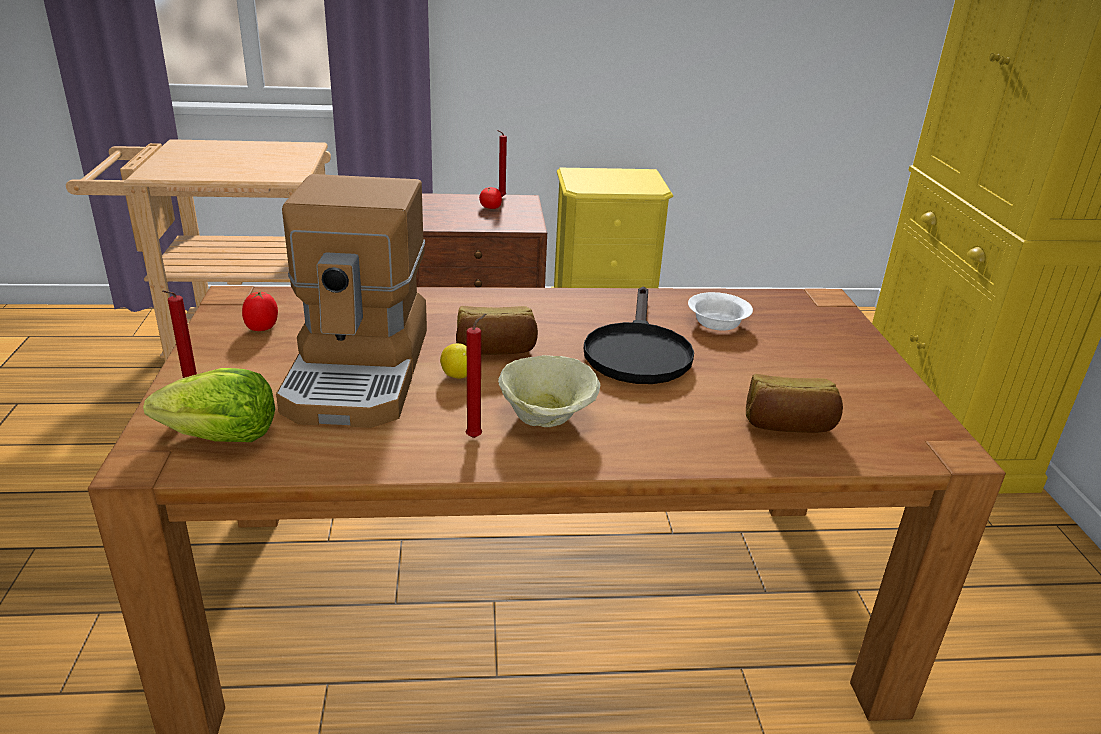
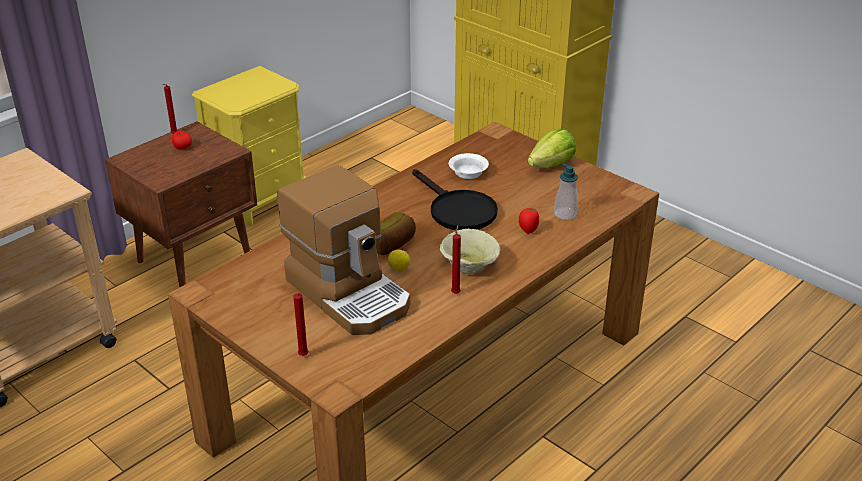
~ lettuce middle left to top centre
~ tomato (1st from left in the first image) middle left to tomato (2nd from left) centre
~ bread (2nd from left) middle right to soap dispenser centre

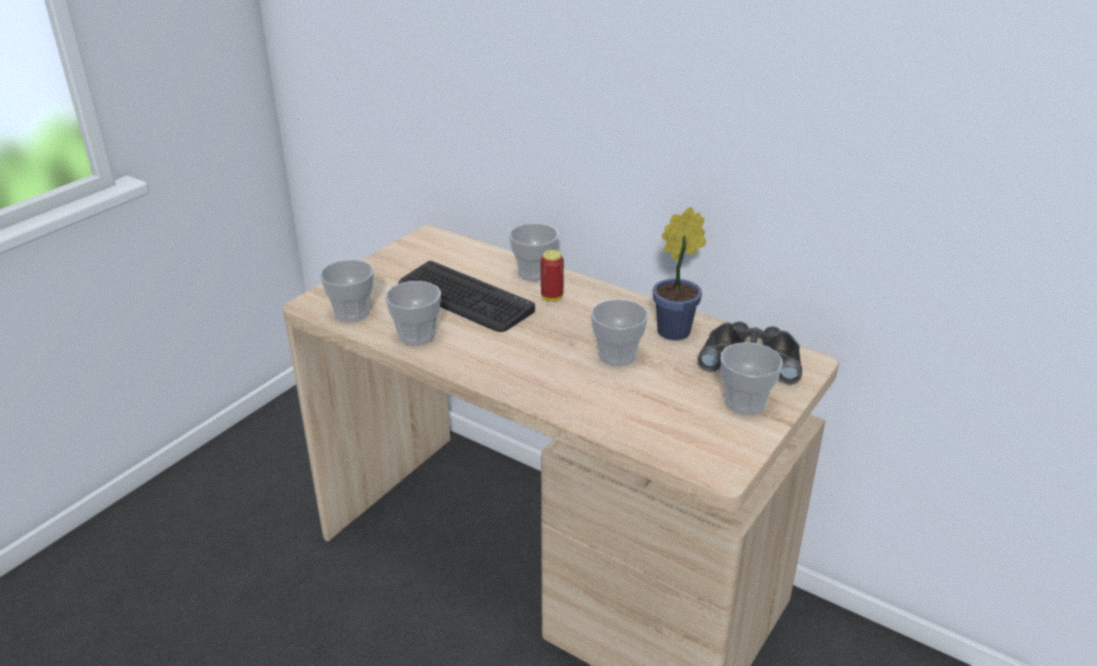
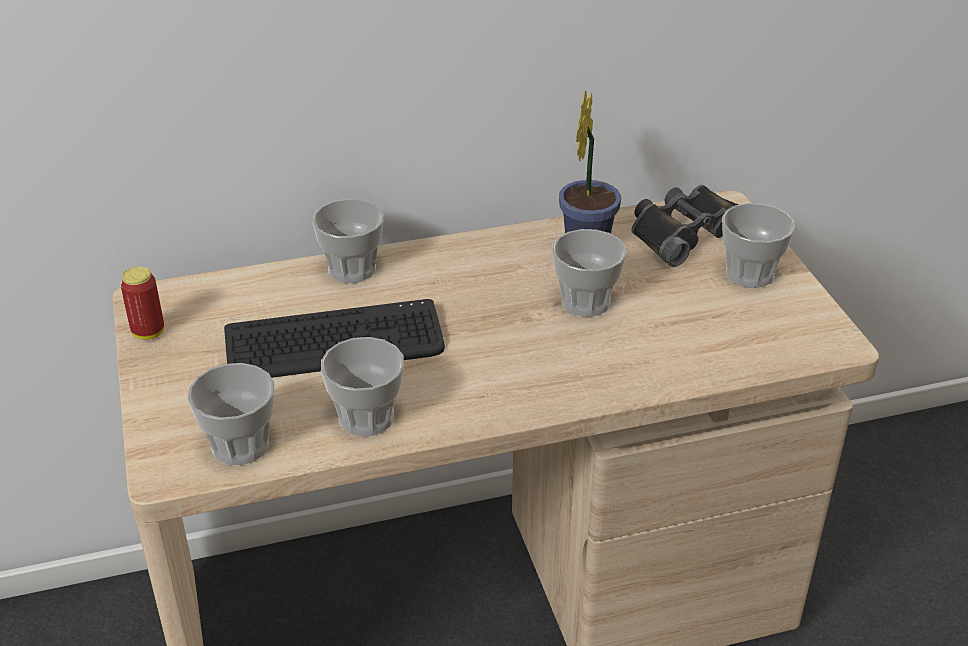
~ can centre to middle left

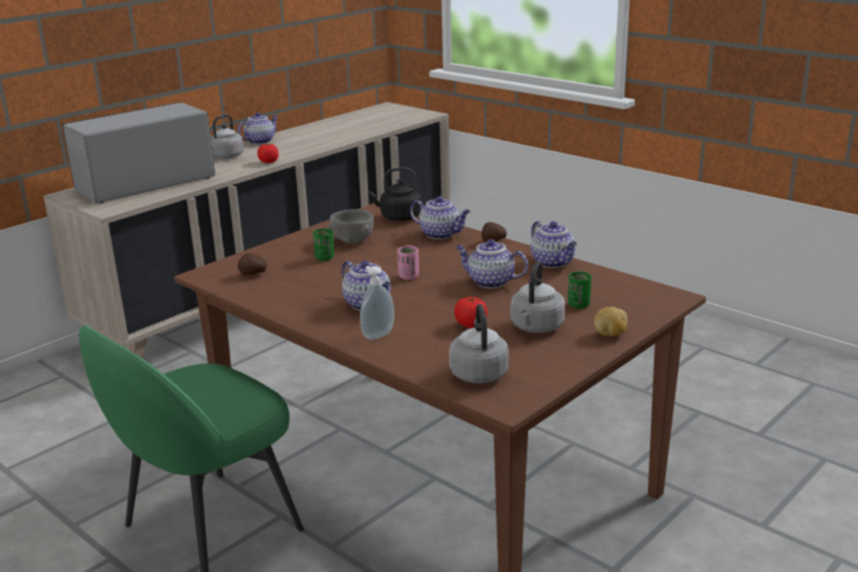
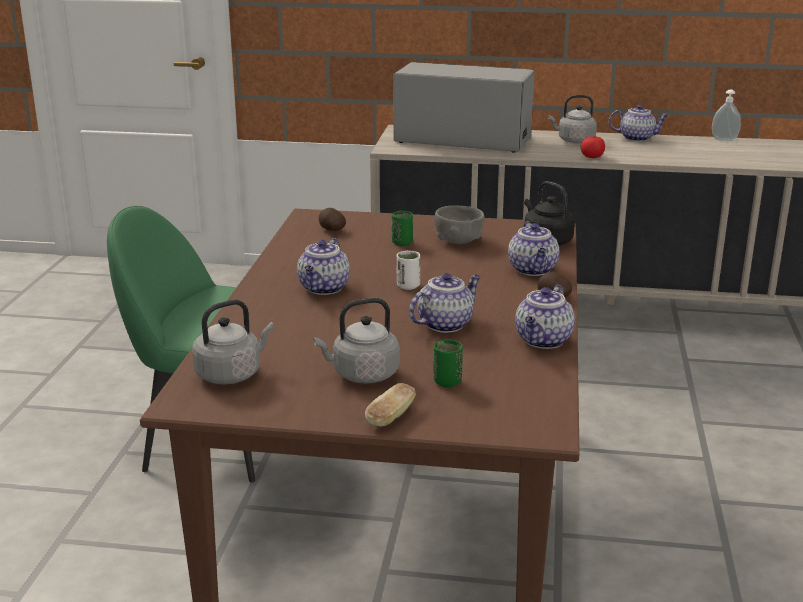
~ soap dispenser centre to top right
~ cup (pink) centre to cup (white) centre
- tomato (2nd from left) centre
~ teapot (4th from left in the first image) centre = centre 60 degrees clockwise
~ potato (3rd from left) middle right to bread bottom centre

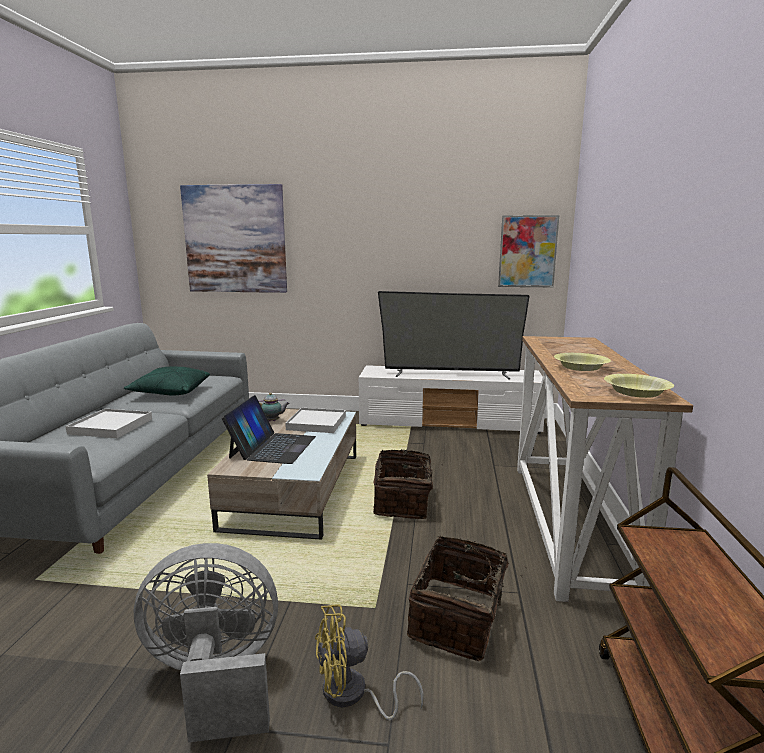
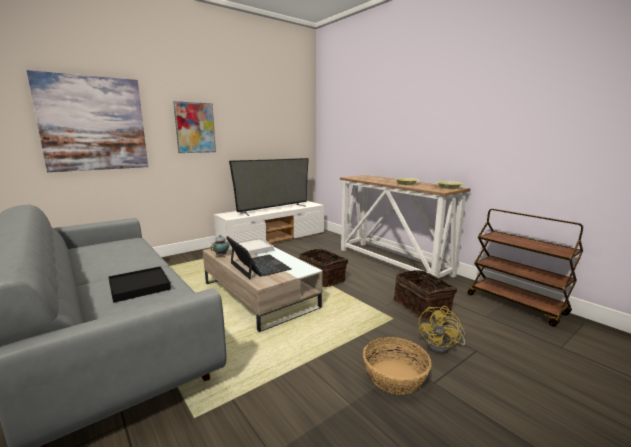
~ tray (white) (1st from left) middle left to tray (black) middle left
- pillow (green) middle left
~ fan (grey) bottom left to basket (2nd from left) bottom centre
~ picture (2nd from left) middle right to top left

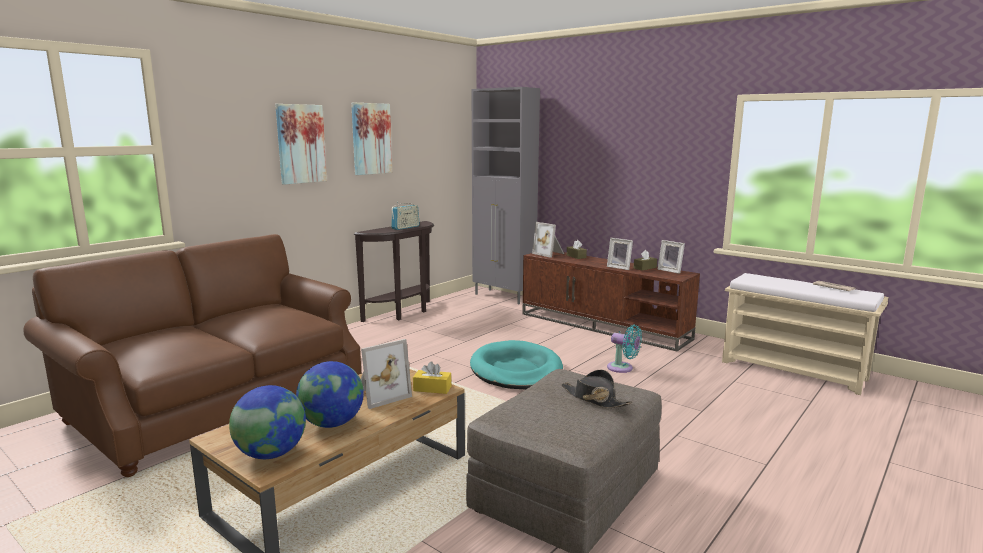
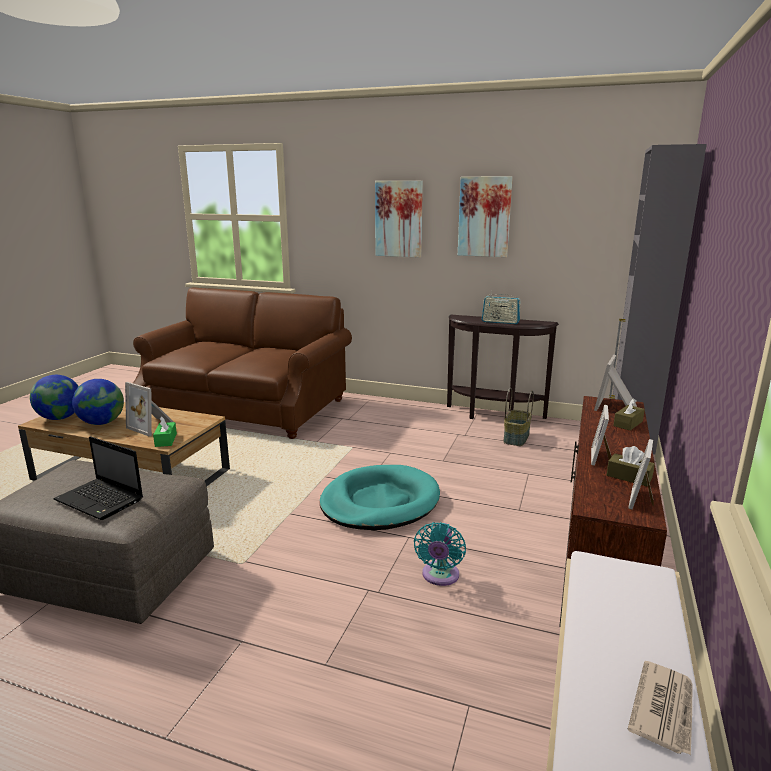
~ tissue box (yellow) bottom centre to tissue box (green) middle left
~ hat (black) bottom centre to laptop middle left
+ basket middle right

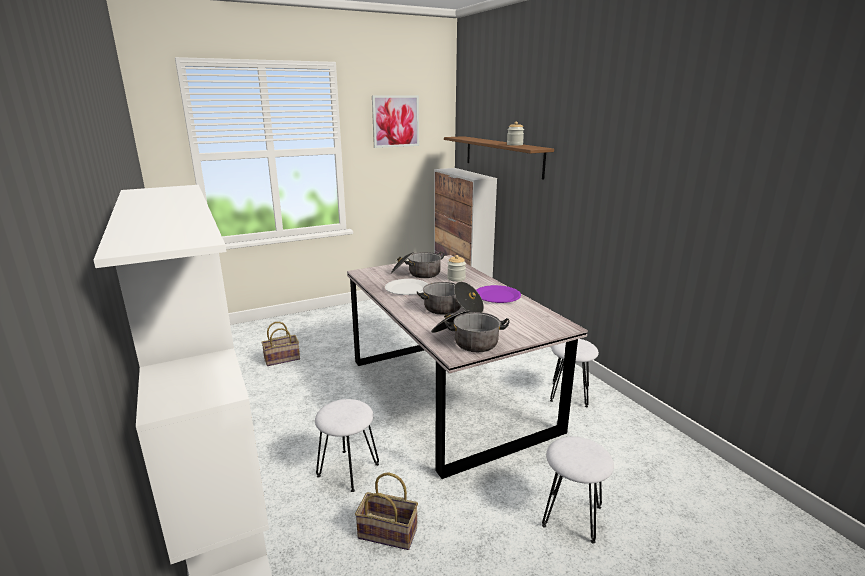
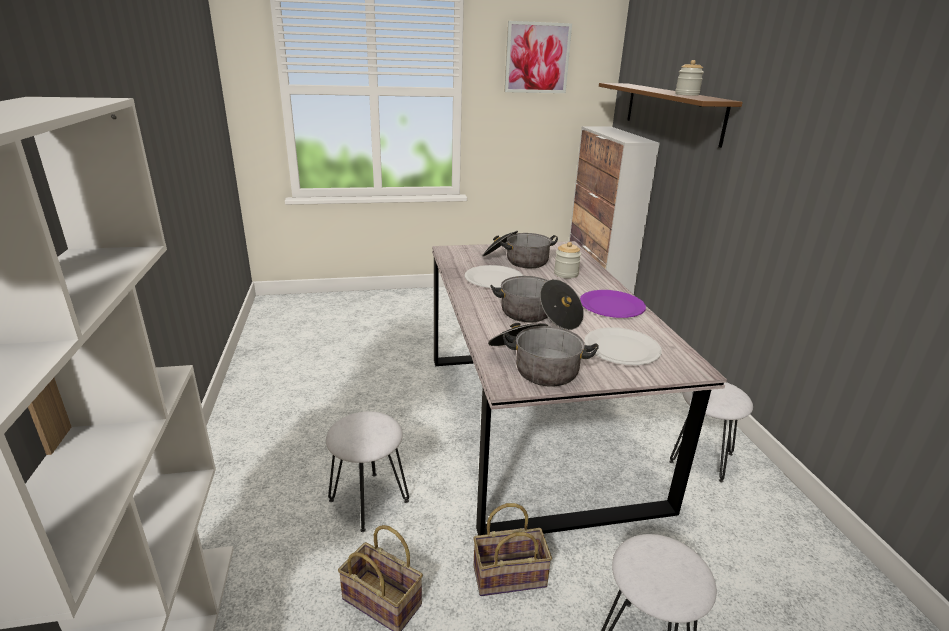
~ basket (1st from left in the first image) middle left to basket (2nd from left) bottom centre
+ plate (white) (2nd from left) centre

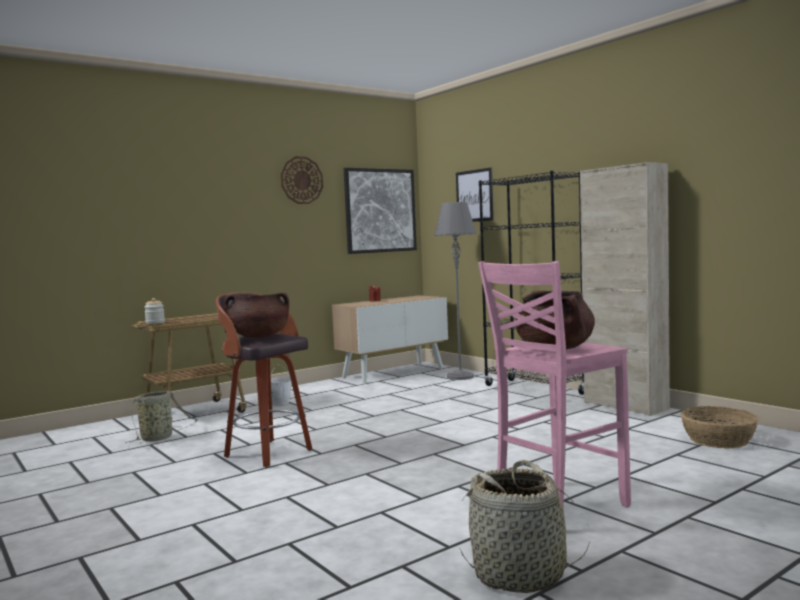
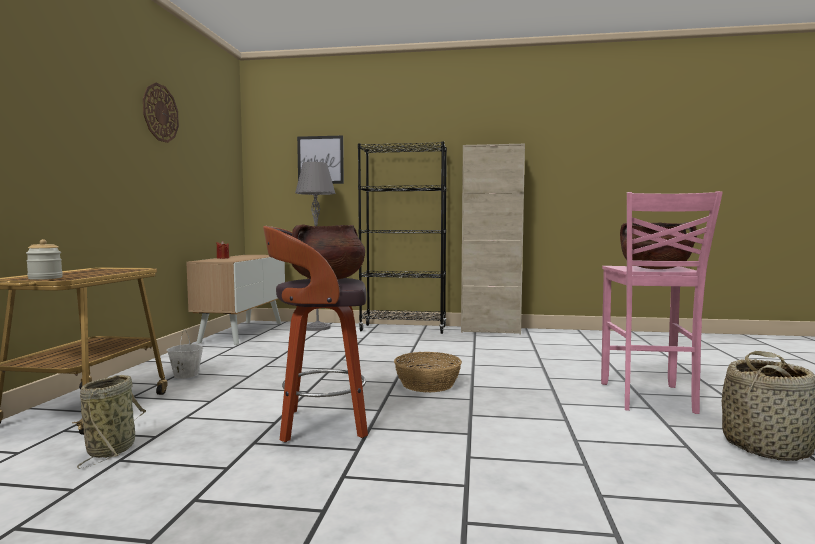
- picture (1st from left) centre
~ basket (3rd from left in the first image) bottom right to basket (2nd from left) bottom centre

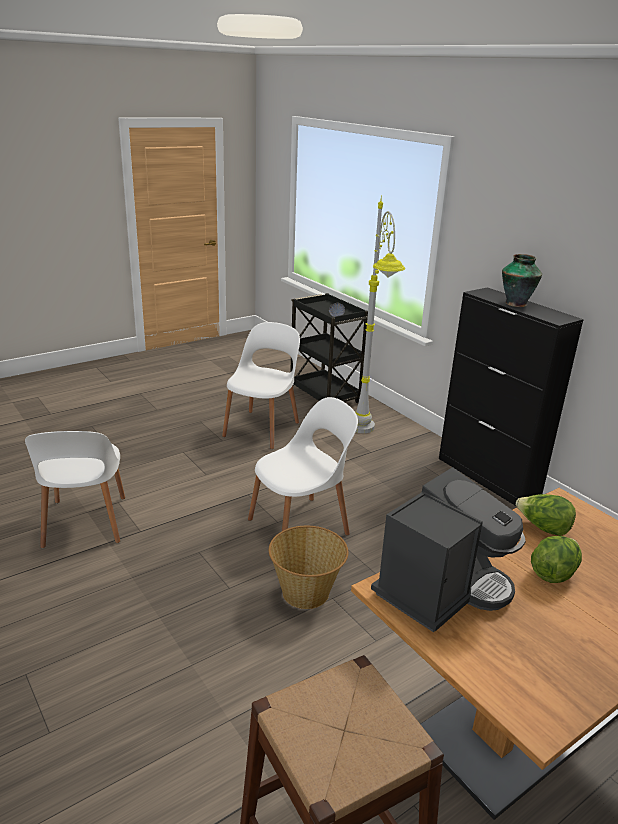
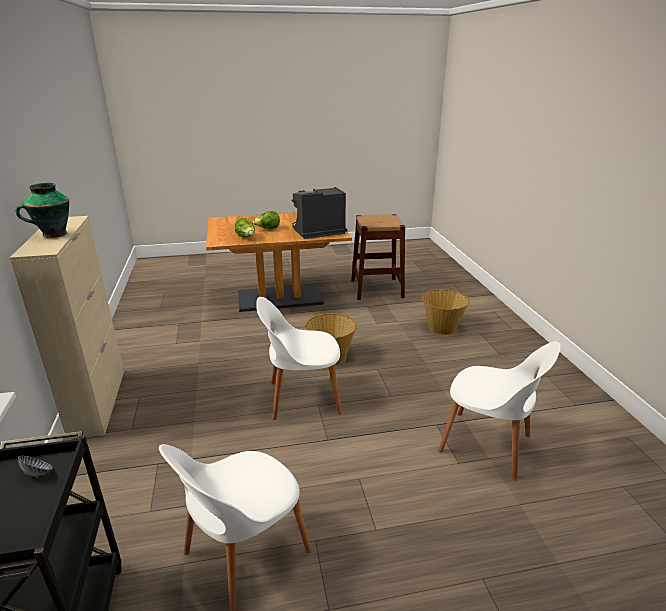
~ chair (white) (1st from left in the first image) middle left = bottom right 105 degrees clockwise
- floor lamp (grey) centre
~ cabinet (black) middle right to cabinet (beige) middle left
+ basket (2nd from left) middle right

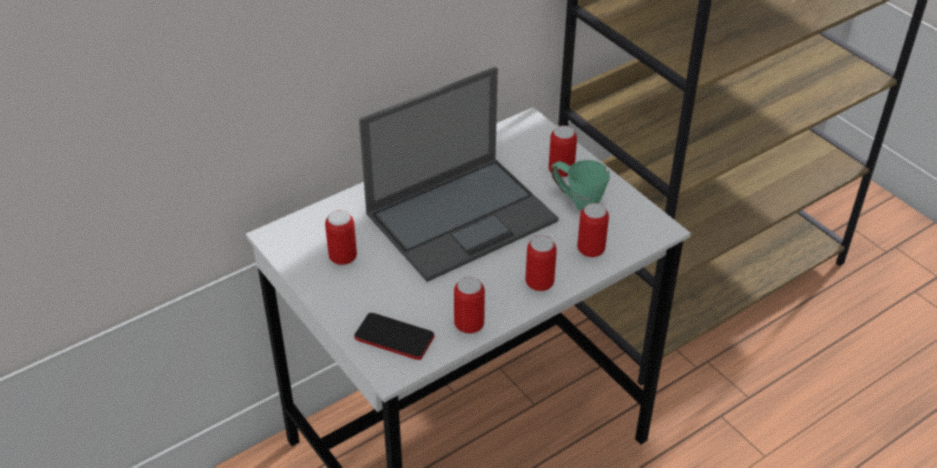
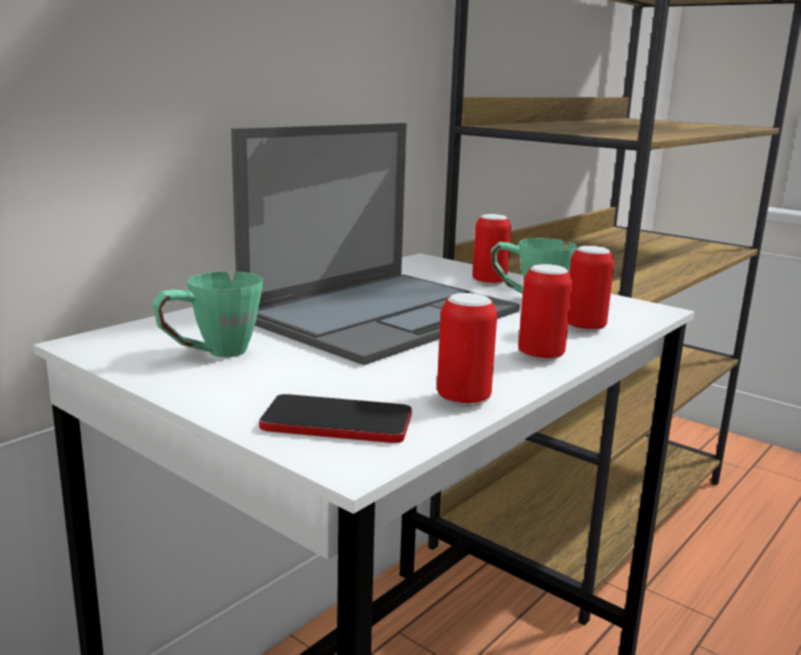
~ can (1st from left) centre to mug (green) (1st from left) middle left

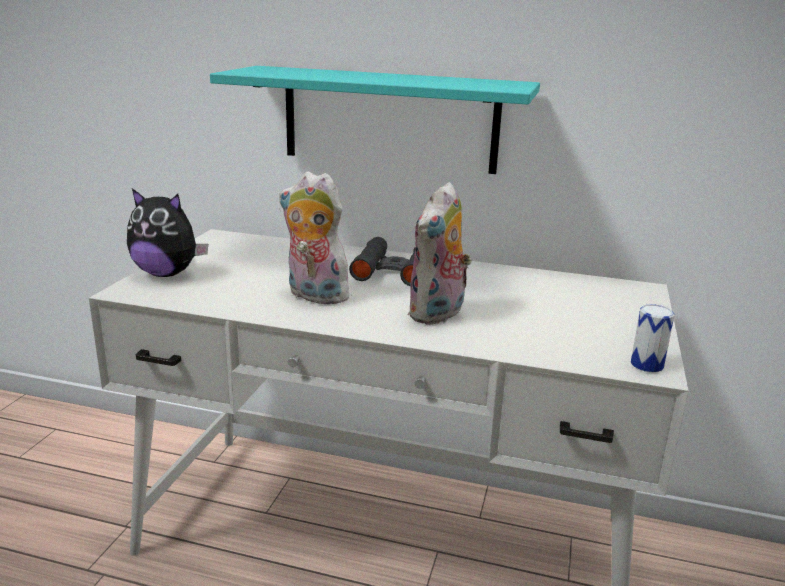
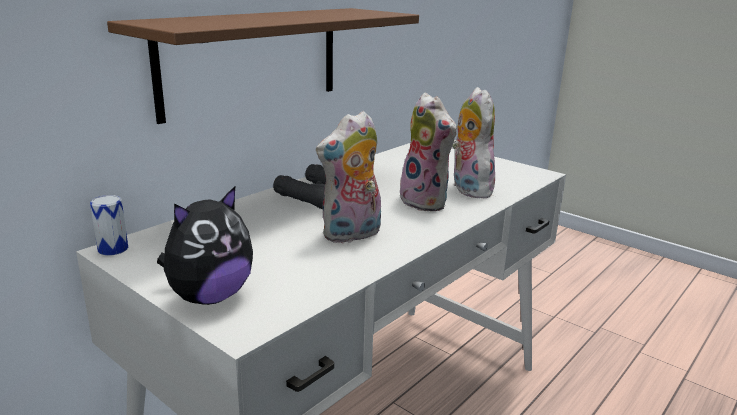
~ shelf (turquoise) top centre to shelf (brown) top centre
~ can middle right to middle left
+ plush toy (4th from left) centre

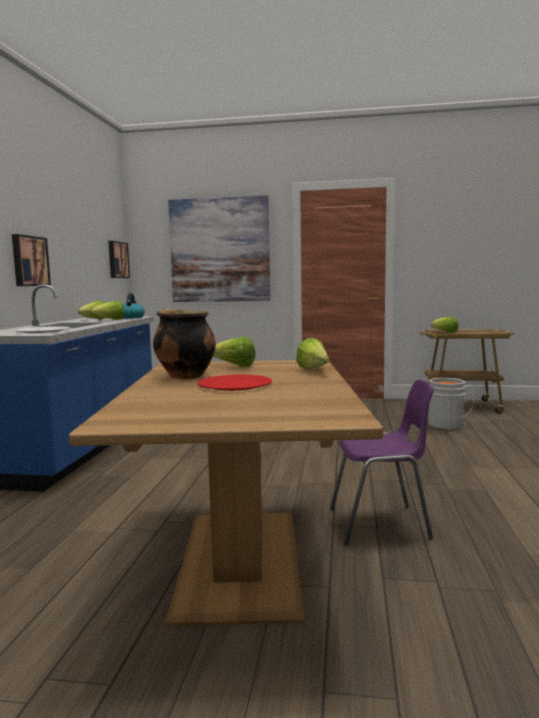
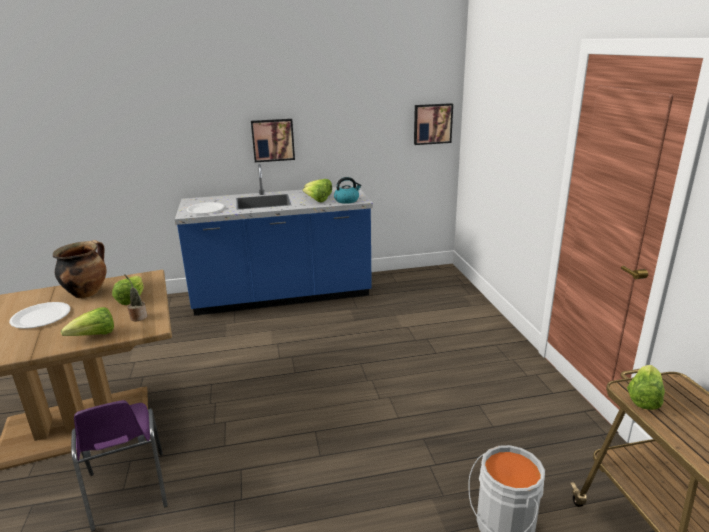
- picture (3rd from left) centre
~ plate (red) centre to plate (white) (1st from left) middle left
+ potted plant middle left

